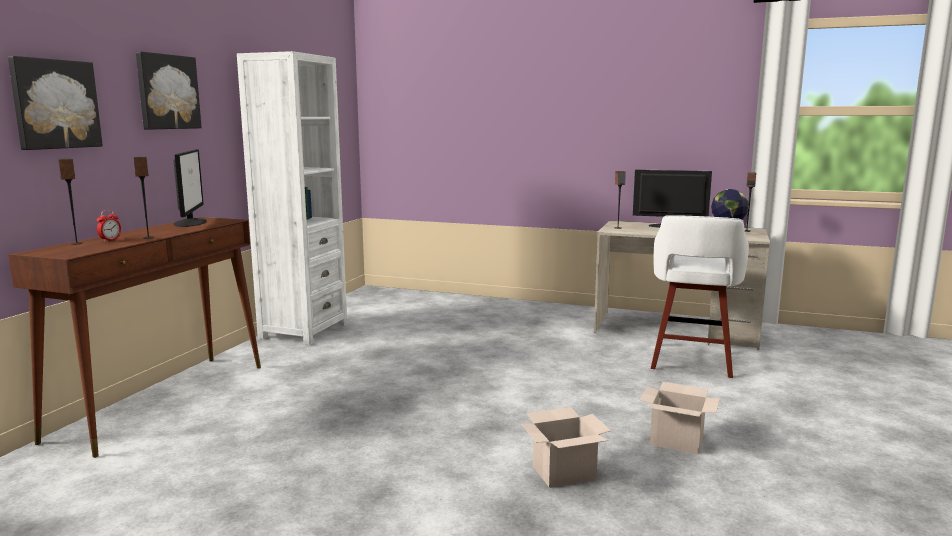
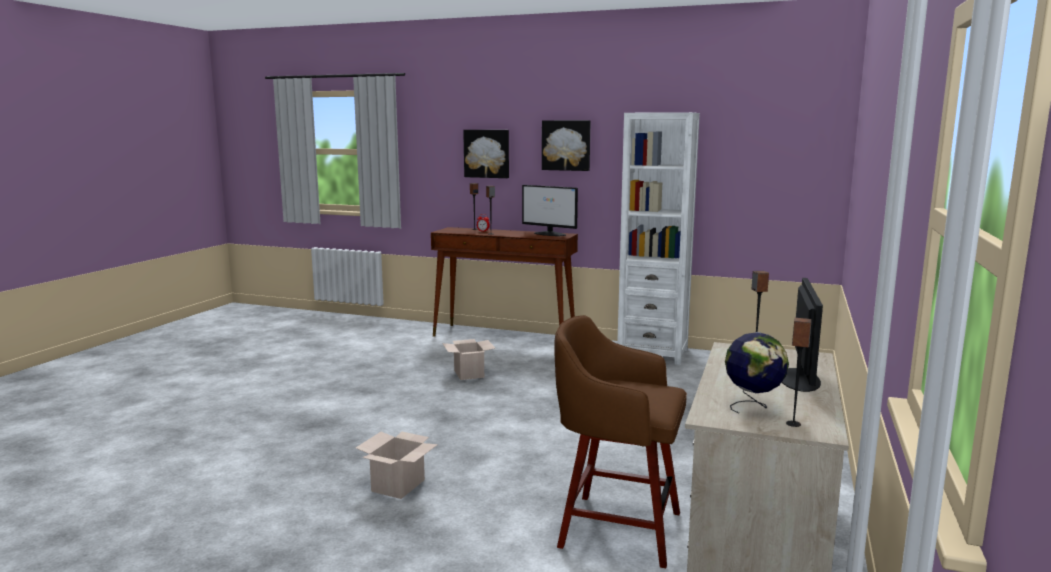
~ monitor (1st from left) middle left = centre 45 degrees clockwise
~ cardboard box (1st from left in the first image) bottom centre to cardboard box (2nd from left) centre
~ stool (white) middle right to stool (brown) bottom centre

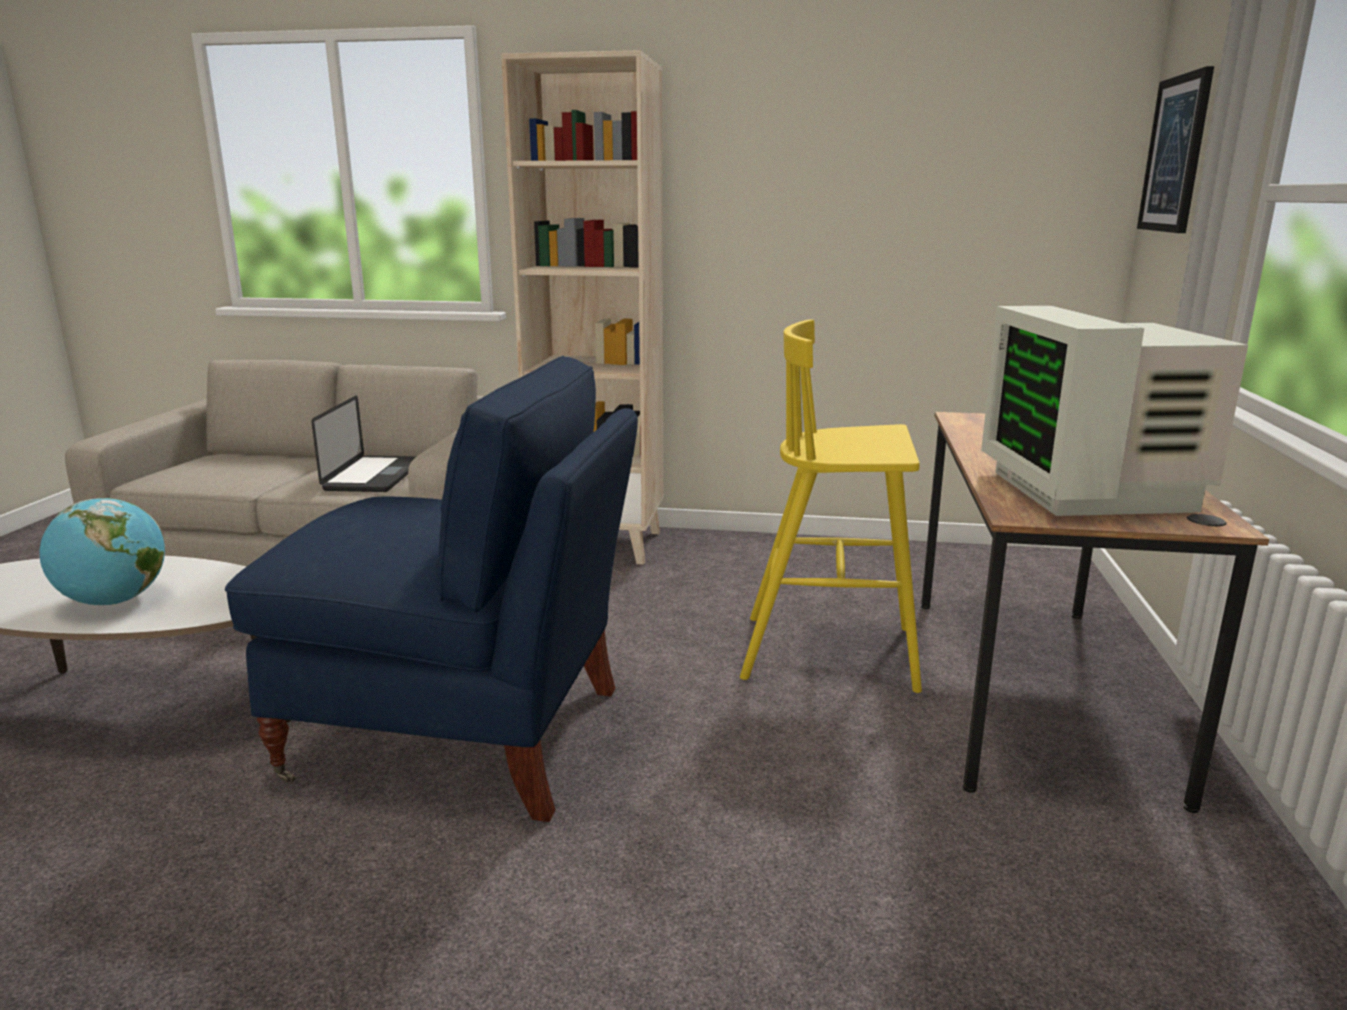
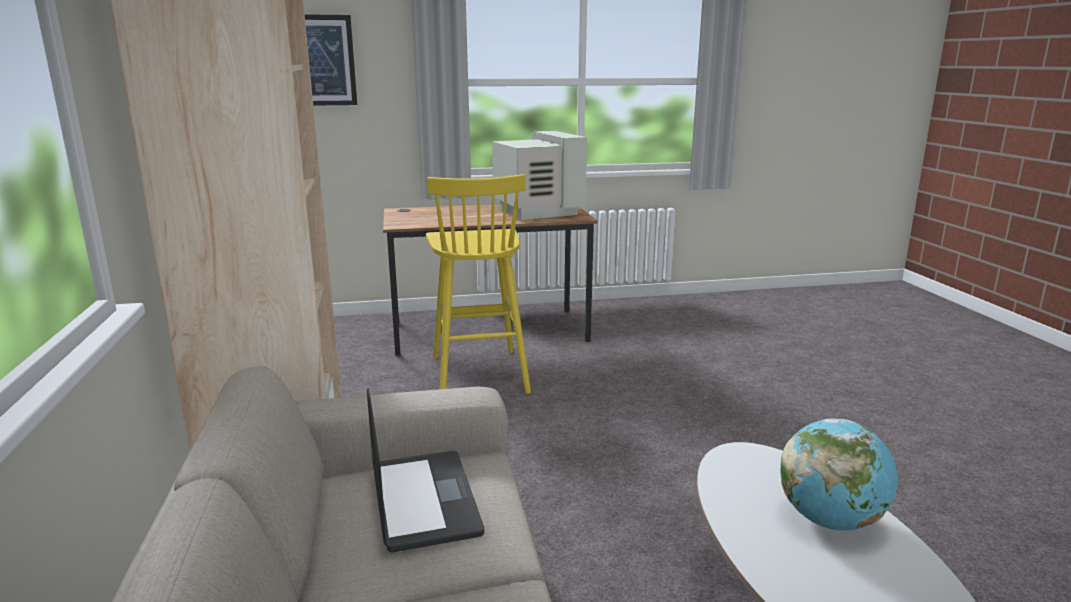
- armchair (blue) middle left
~ laptop middle left = bottom centre 90 degrees clockwise
~ monitor middle right = top centre 90 degrees counterclockwise

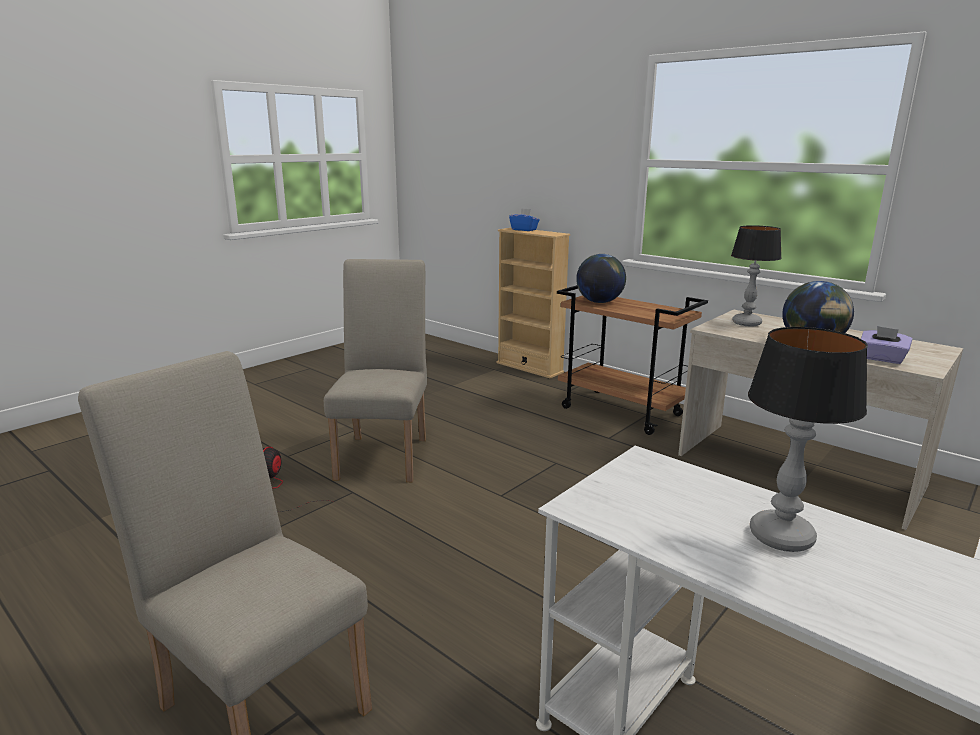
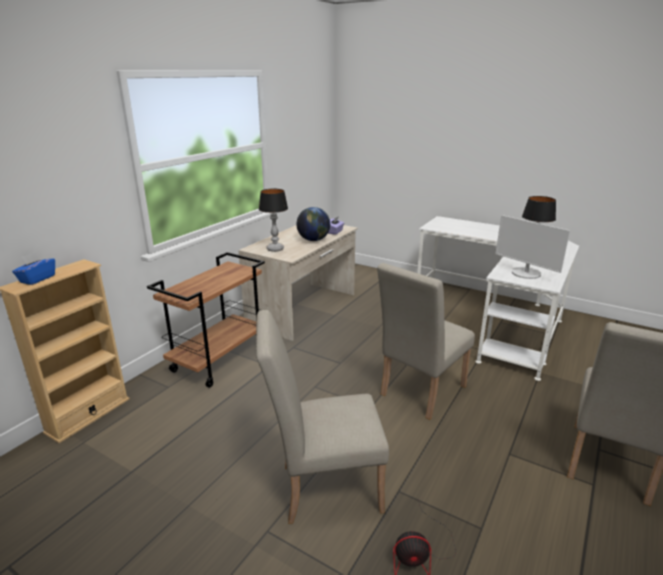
- globe (1st from left) centre
+ chair (beige) (2nd from left) centre
+ monitor middle right

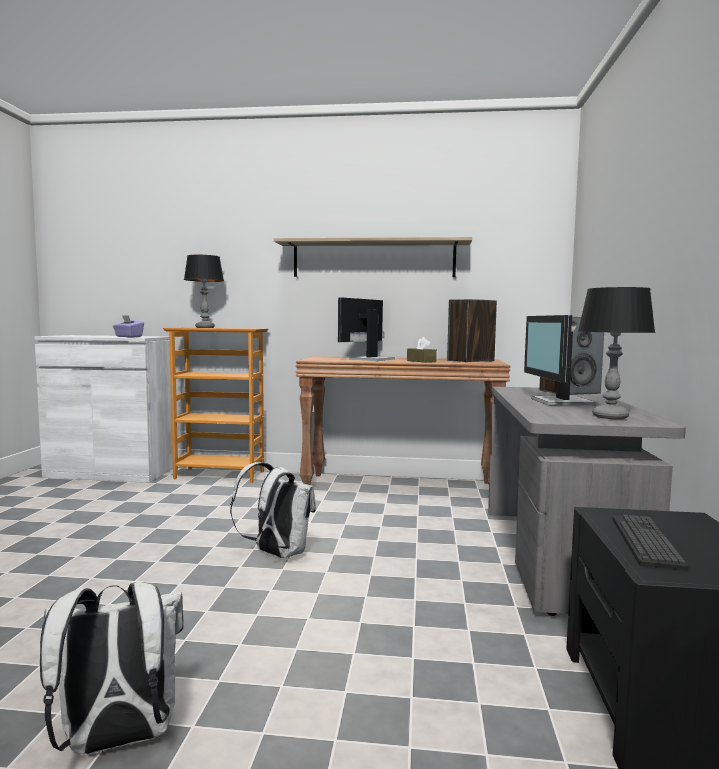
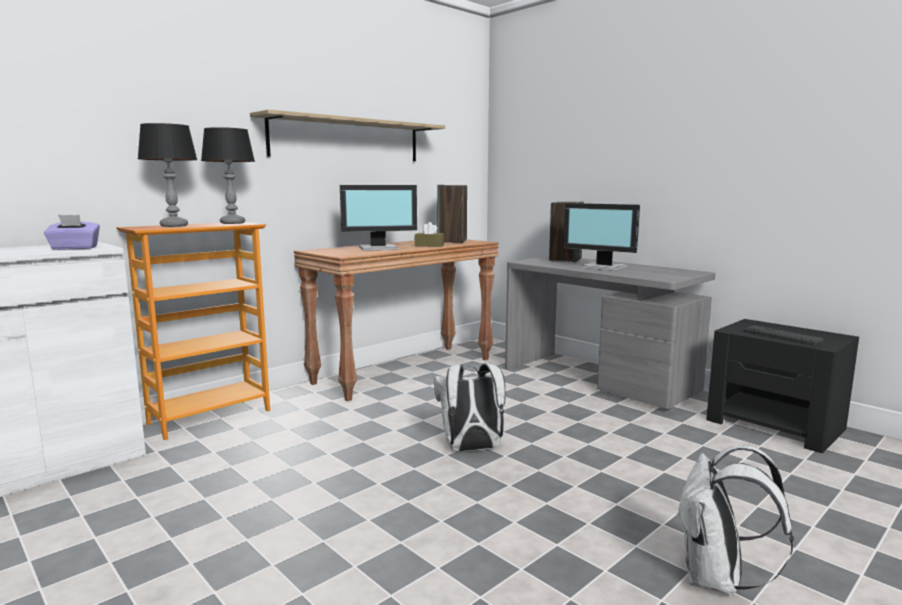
~ monitor (1st from left) centre = centre 90 degrees counterclockwise
~ table lamp (2nd from left) middle right to top left

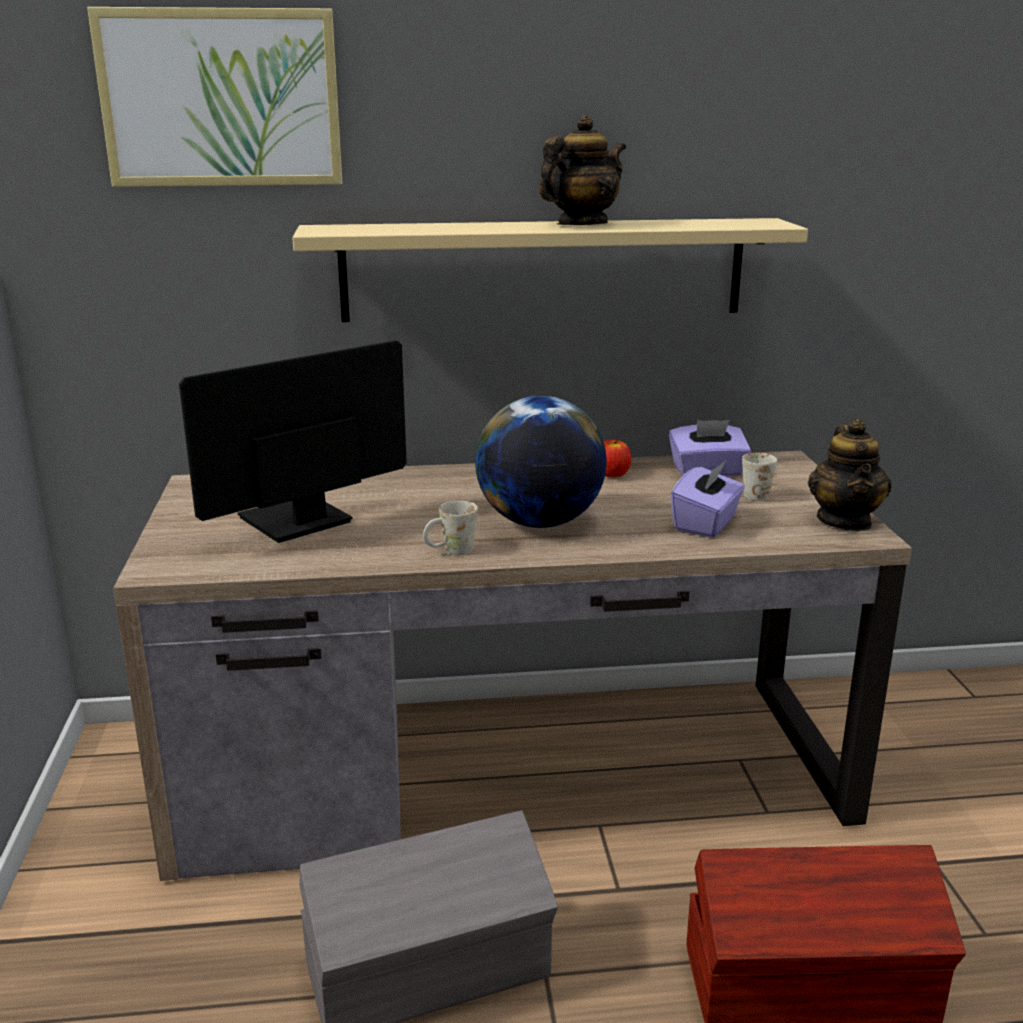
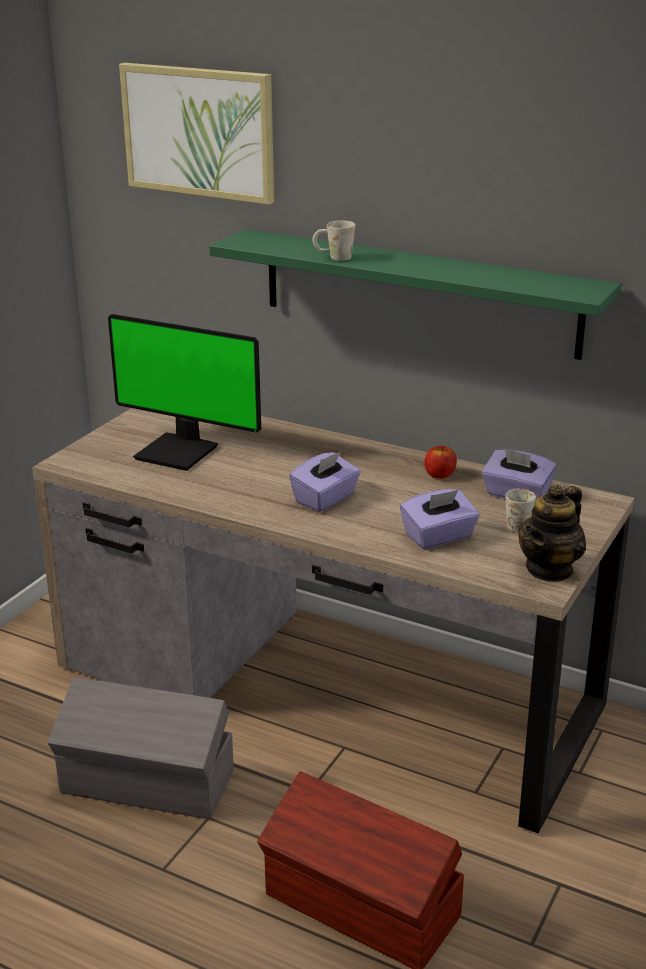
~ monitor middle left = middle left 150 degrees counterclockwise
~ shelf (beige) top centre to shelf (green) top centre
~ mug (white) (1st from left) centre to top centre
~ globe centre to tissue box (purple) (1st from left) centre
- teapot (1st from left) top centre

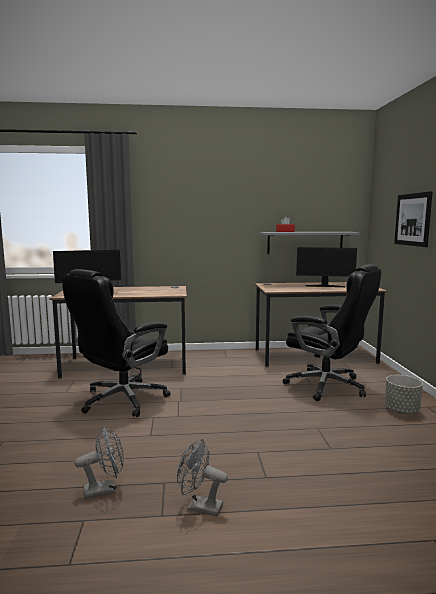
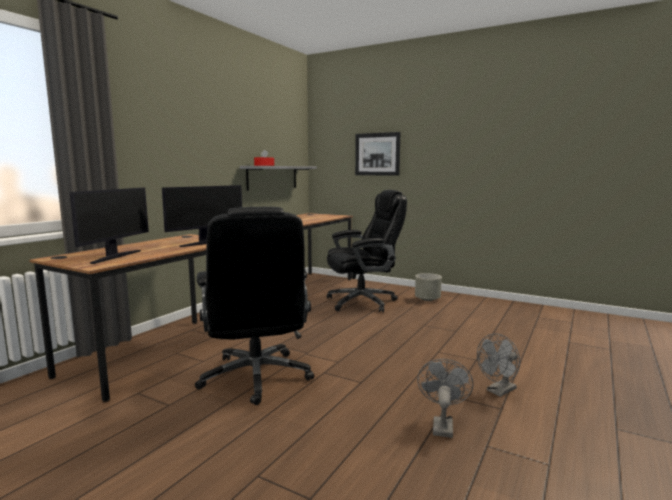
~ monitor (2nd from left) middle right to middle left

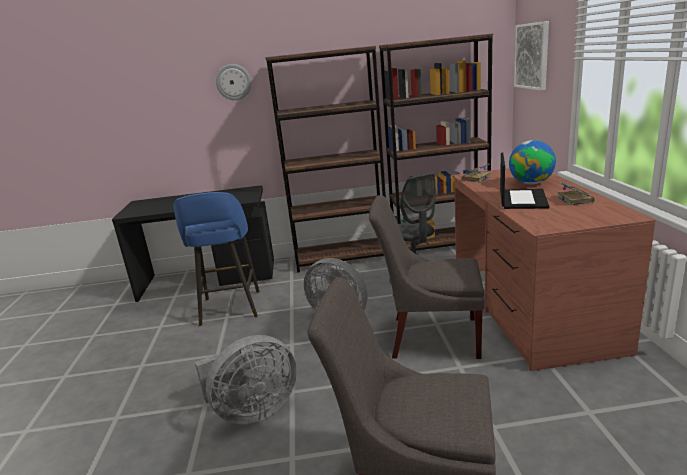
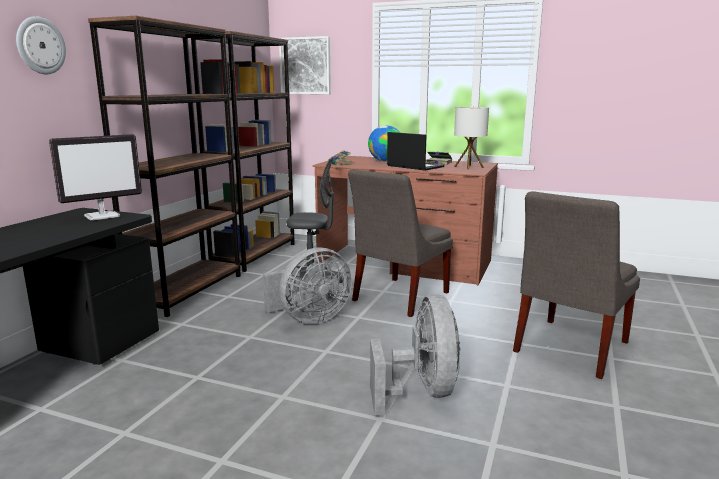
- stool (blue) middle left
+ monitor middle left
+ table lamp top centre

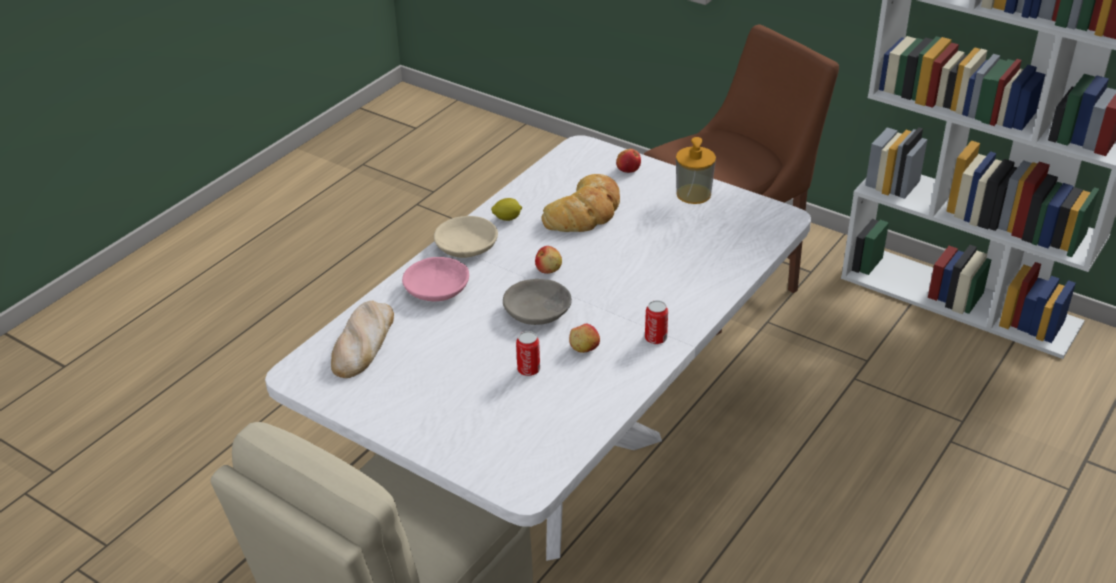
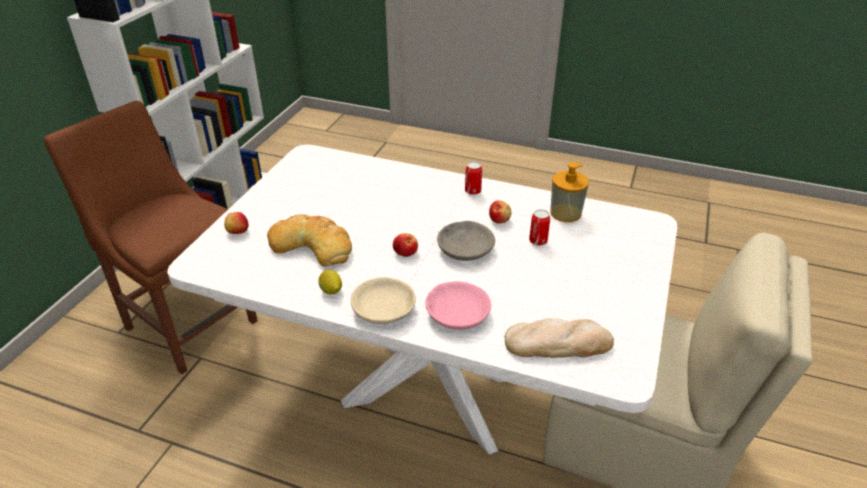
~ soap dispenser top centre to centre

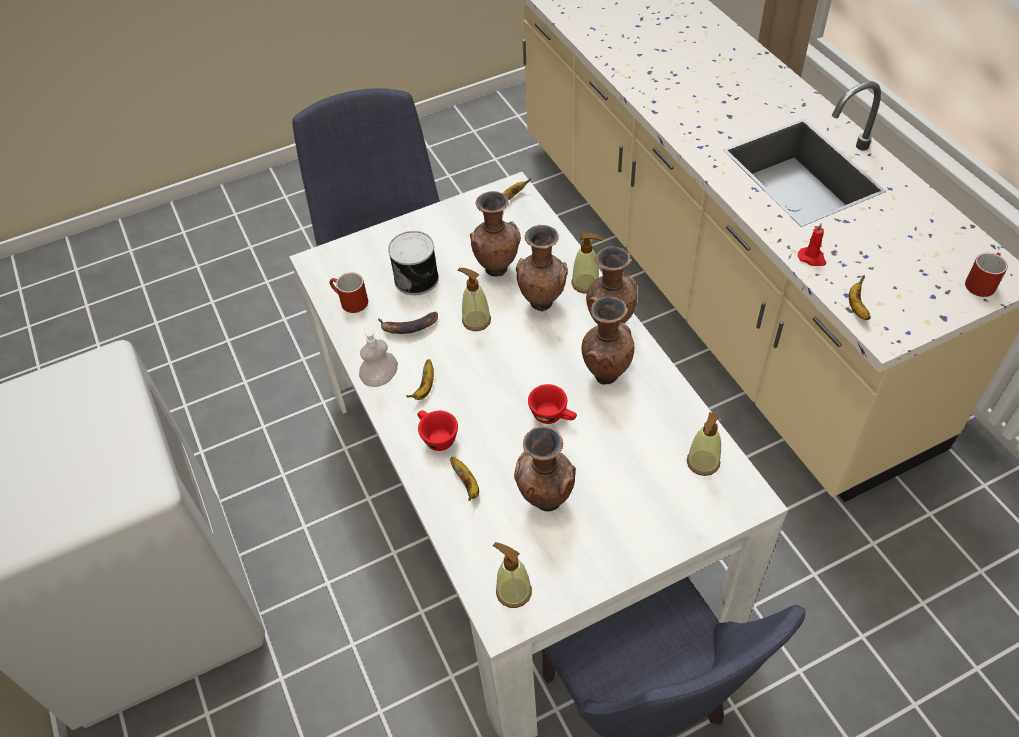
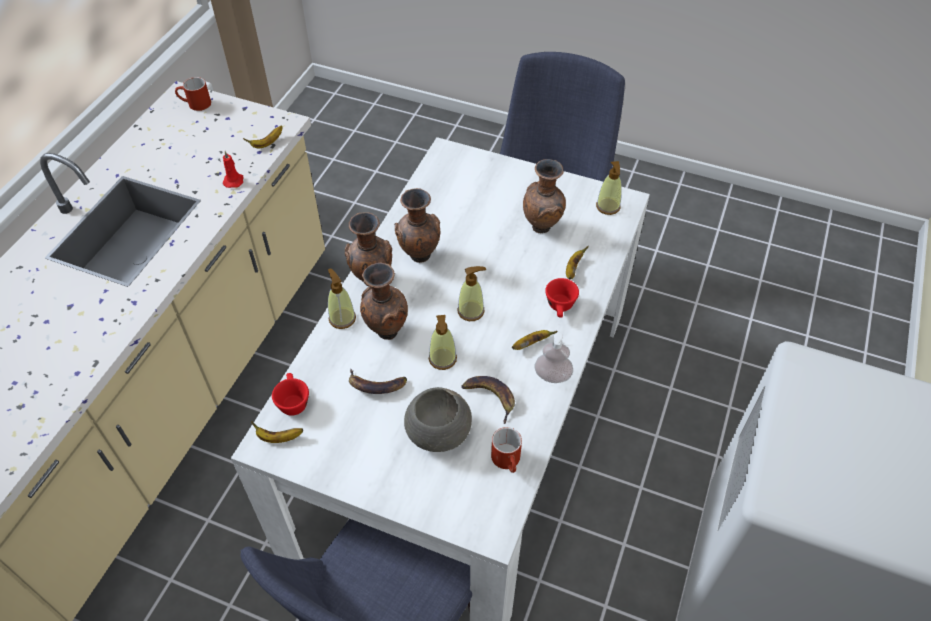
~ can centre to bowl (grey) bottom centre
~ vase (brown) (1st from left) top centre to banana (3rd from left) centre
~ cup (red) (2nd from left in the first image) centre to cup (red) (1st from left) middle left
~ soap dispenser (5th from left in the first image) middle right to soap dispenser (3rd from left) centre

